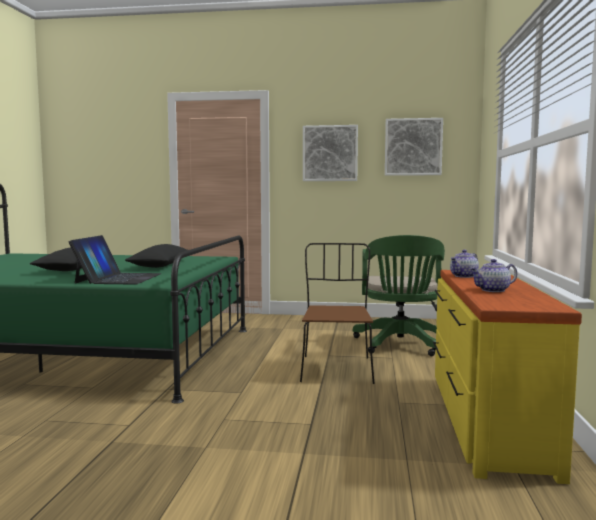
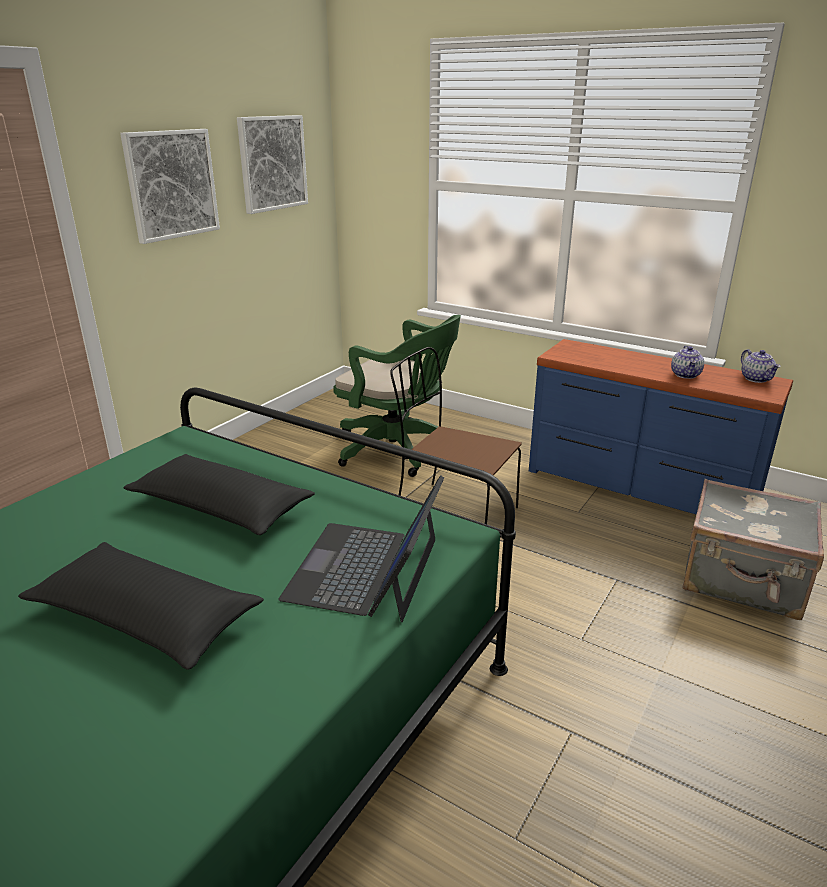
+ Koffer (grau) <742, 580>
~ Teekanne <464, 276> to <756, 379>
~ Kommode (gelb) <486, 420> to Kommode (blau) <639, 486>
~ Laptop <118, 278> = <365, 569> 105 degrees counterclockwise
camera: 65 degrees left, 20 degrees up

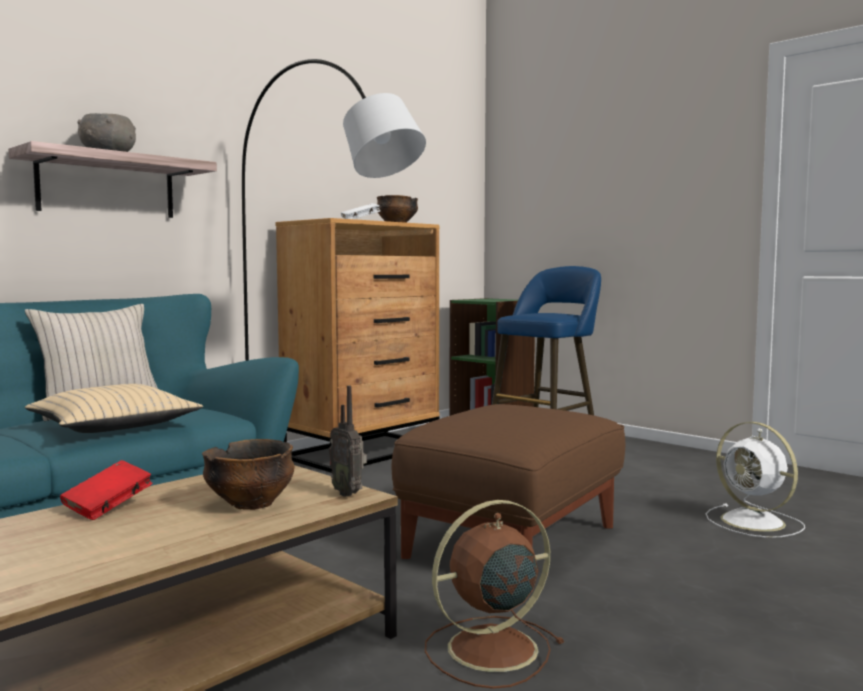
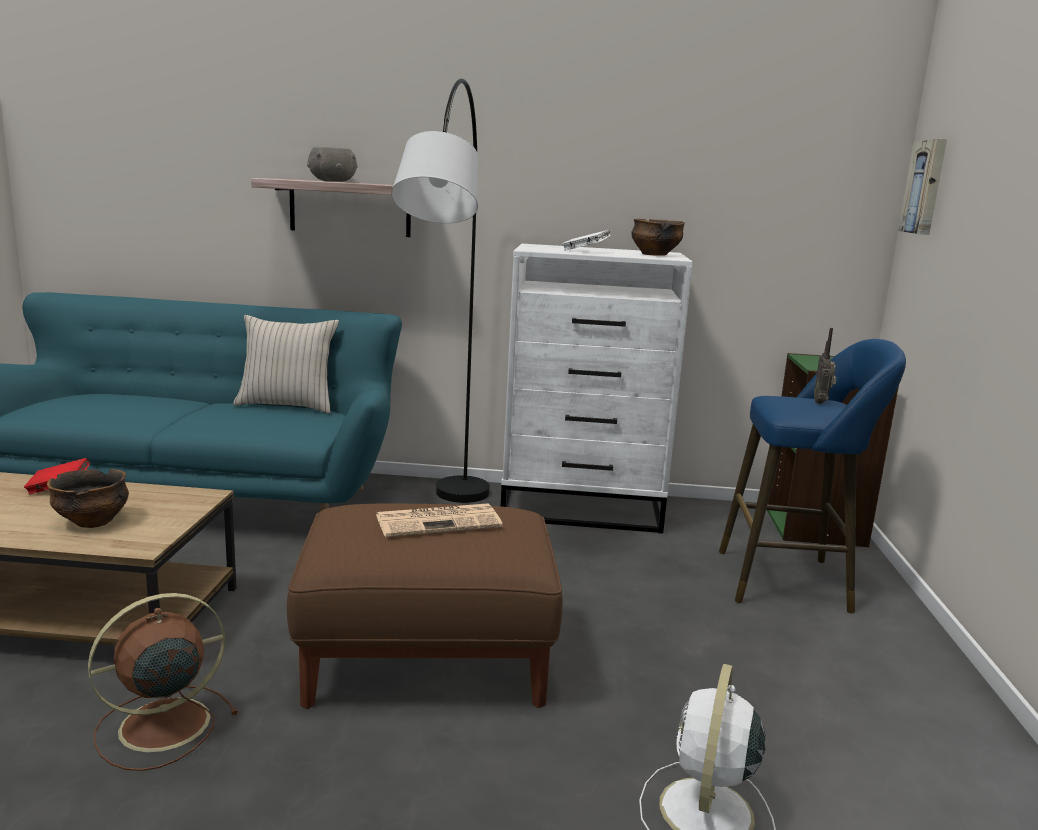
- Kissen (beige) <113, 426>
+ Zeitung <439, 521>
+ Bild <925, 187>
~ Radio <348, 493> to <821, 403>
~ Kommode (braun) <363, 452> to Kommode (weiß) <583, 509>
~ Ventilator (braun) <488, 650> = <160, 726> 60 degrees counterclockwise
camera: 50 degrees right, 10 degrees up

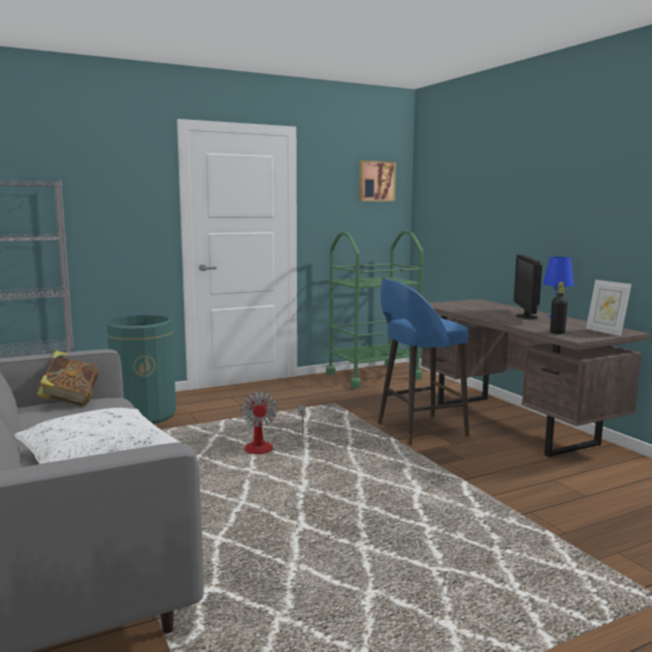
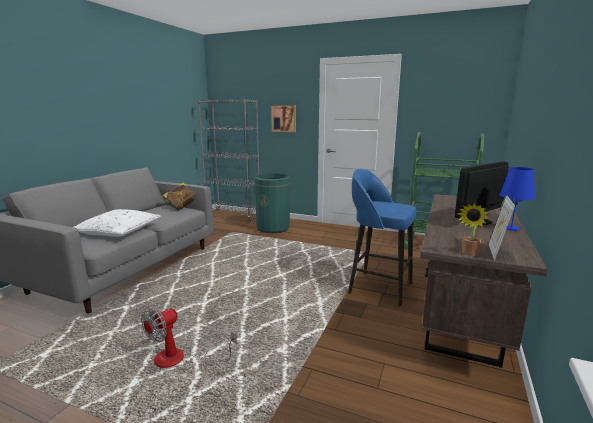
- Flasche (schwarz) <557, 333>
+ Topfpflanze <469, 254>
~ Ventilator <267, 446> to <180, 359>
~ Bild <376, 181> to <284, 118>
camera: 50 degrees right, 5 degrees up

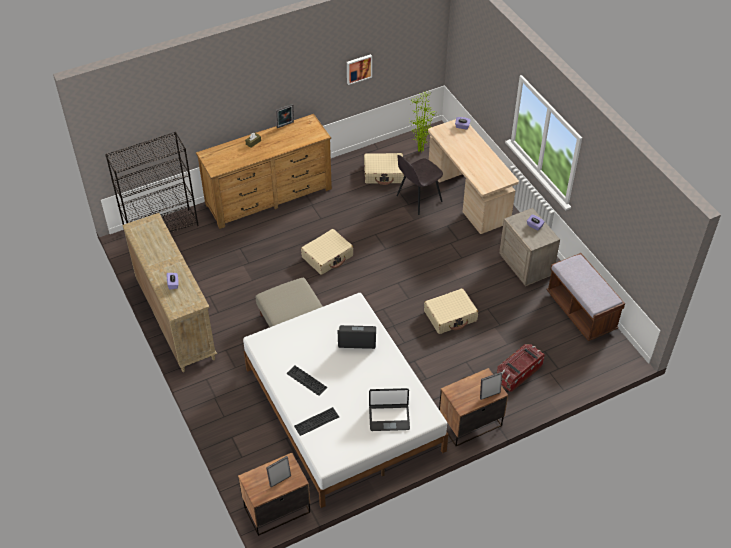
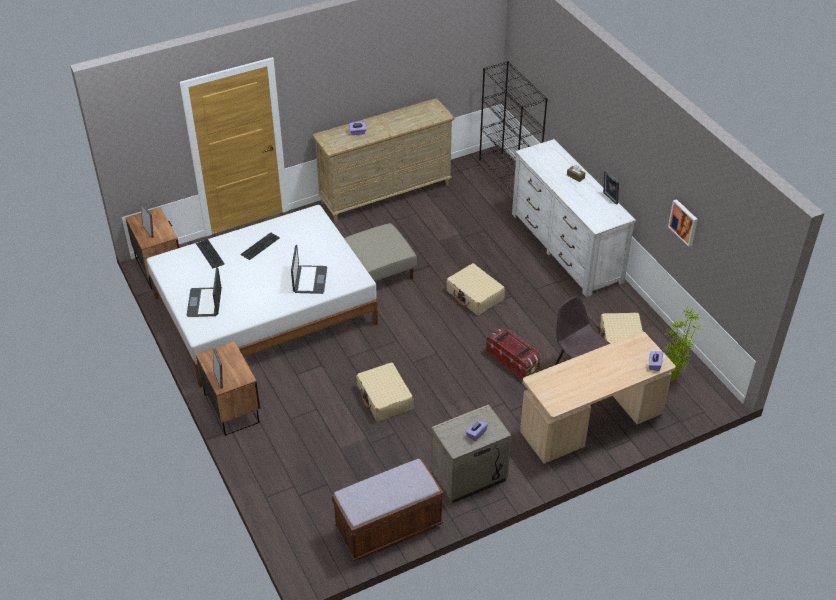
~ Aufbewahrungsbox <518, 373> to <513, 361>
~ Kommode (braun) <268, 196> to Kommode (weiß) <566, 247>
camera: 90 degrees right, 5 degrees down

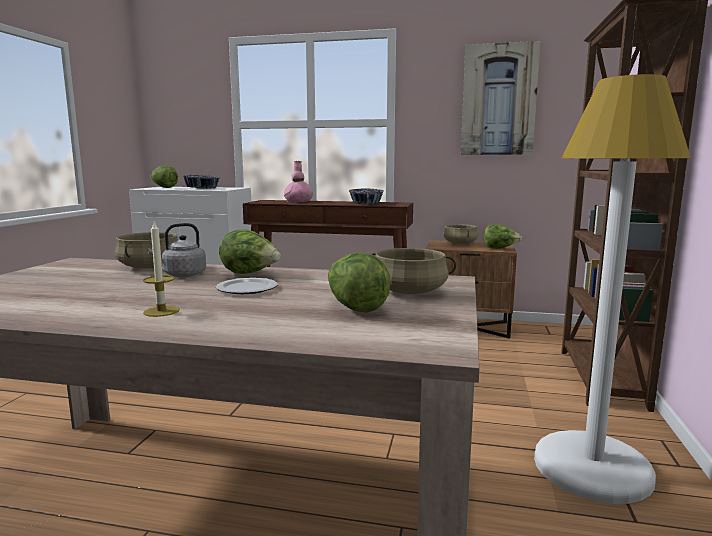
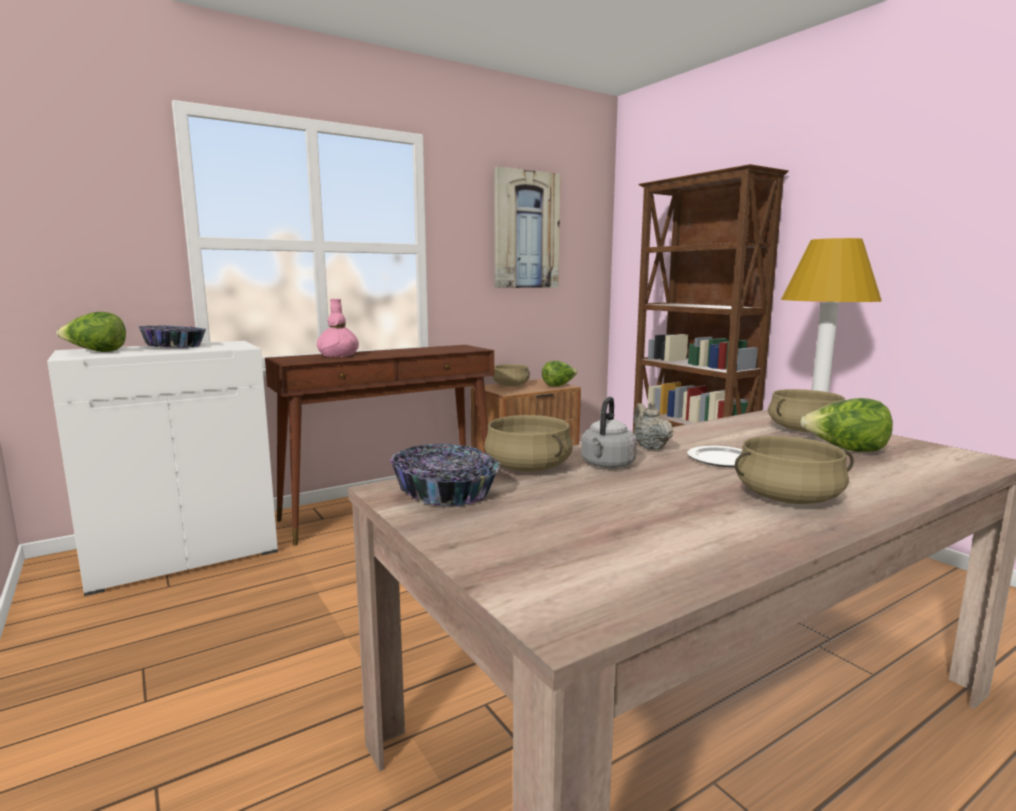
~ Schüssel <366, 203> to <446, 494>
~ Kerze <161, 311> to Kochtopf (beige) <787, 498>
~ Salatkopf <250, 274> to Teekanne (beige) <649, 447>
camera: 45 degrees left, 0 degrees up

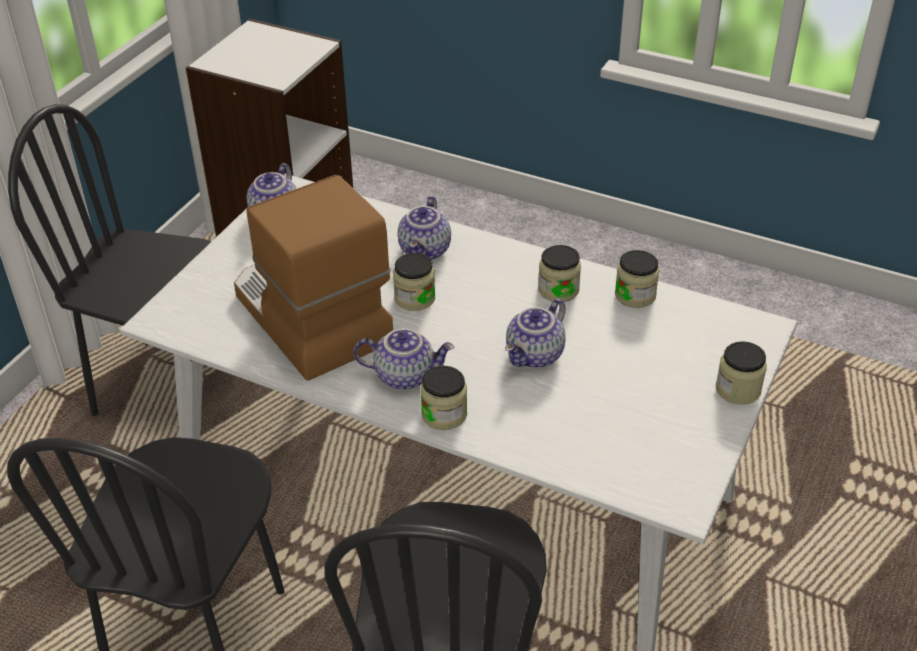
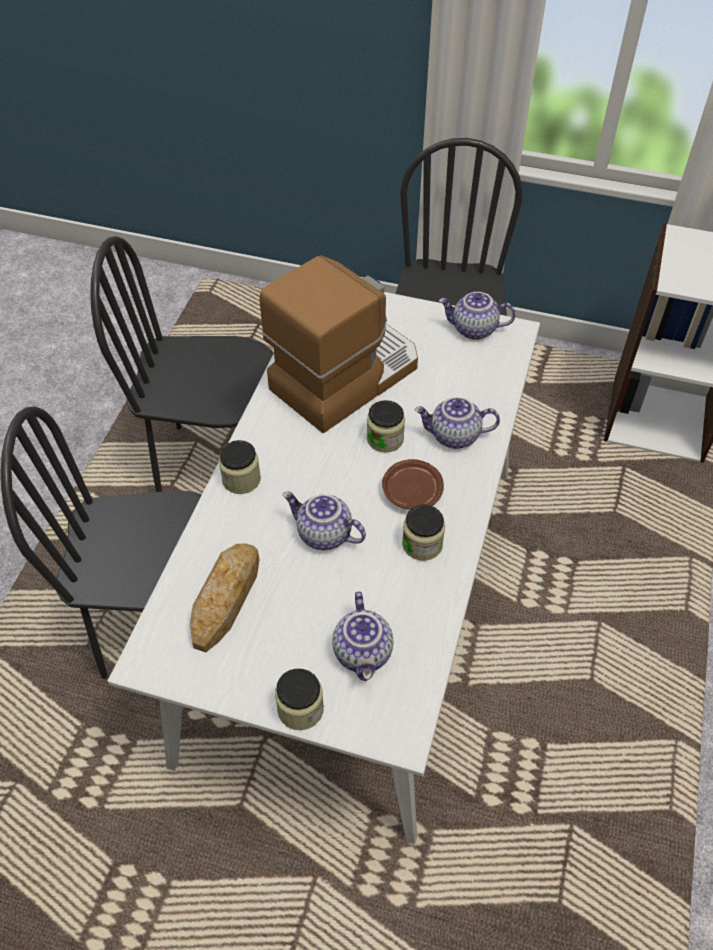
- Vorratsglas <635, 295>
+ Brot <225, 598>
+ Teller (braun) <412, 491>
~ Teekanne <405, 375> to <364, 653>
camera: 80 degrees right, 10 degrees up

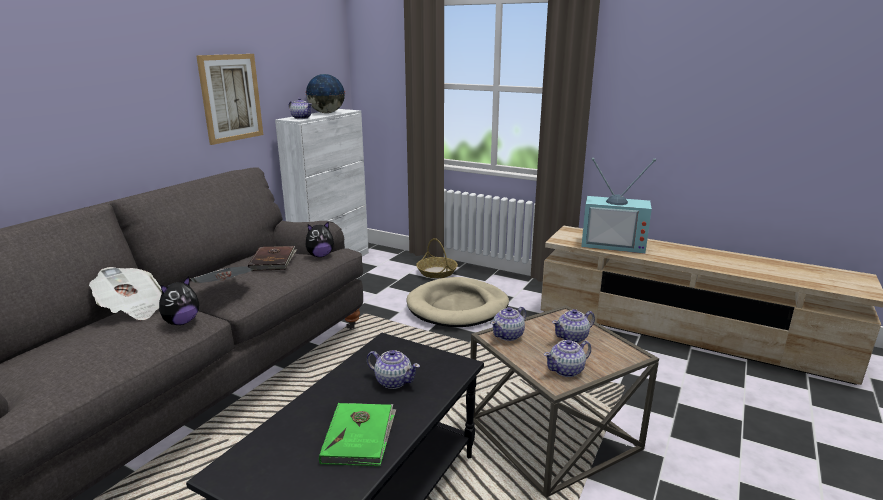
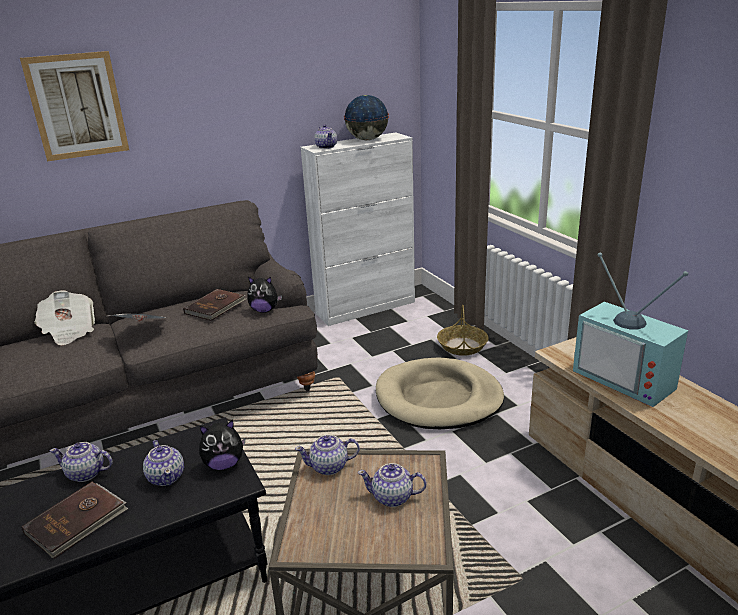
~ Plüschtier <181, 322> to <224, 464>
~ Bild <231, 98> to <77, 106>
~ Teekanne <566, 370> to <86, 473>
~ Buch (grün) <359, 436> to Buch (braun) <77, 521>
camera: 35 degrees right, 5 degrees up

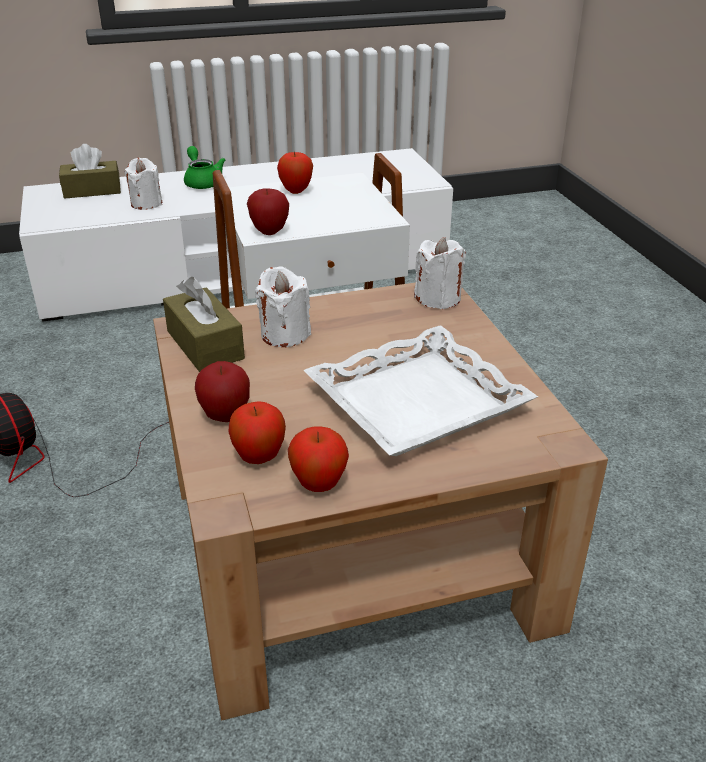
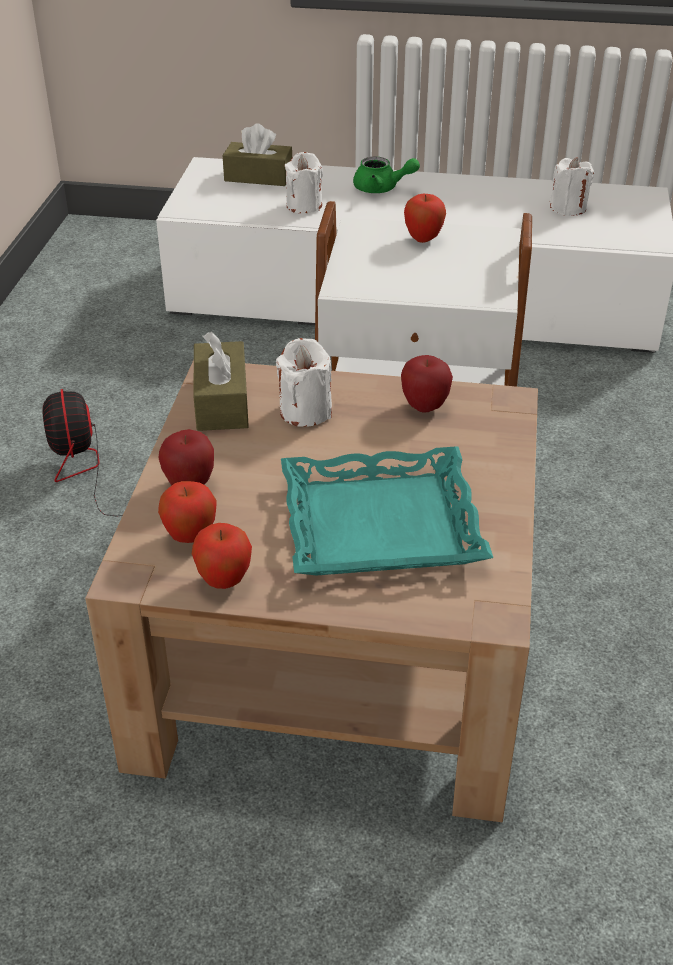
~ Apfel <269, 231> to <424, 406>
~ Kerze (weiß) <438, 298> to <568, 208>
~ Tablett (weiß) <417, 403> to Tablett (türkis) <380, 526>
~ Teekanne (grün) <202, 182> = <381, 188> 105 degrees clockwise
camera: 25 degrees right, 5 degrees up

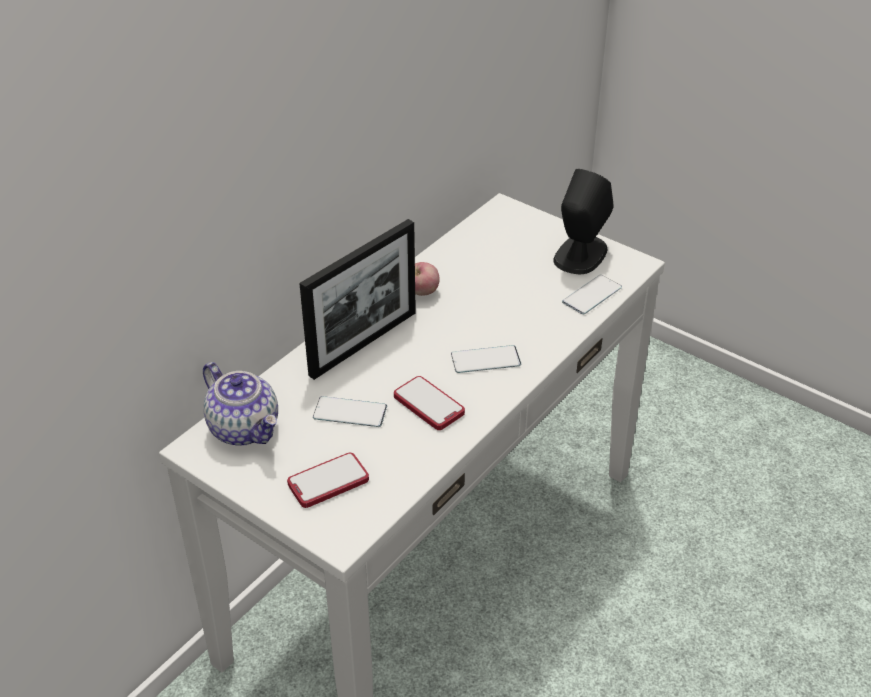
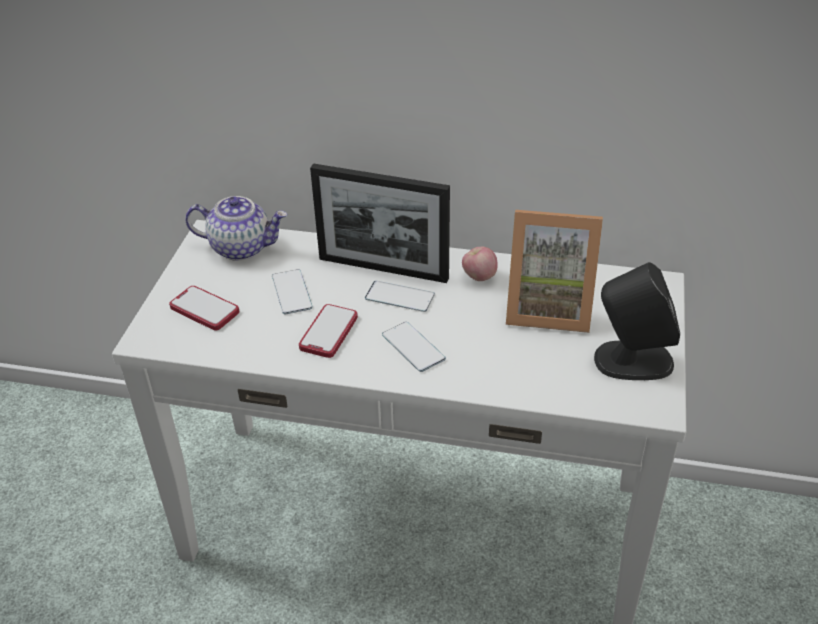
+ Bilderrahmen <548, 308>
~ Handy <592, 295> to <399, 297>
~ Teekanne <245, 428> = <242, 247> 105 degrees counterclockwise
camera: 65 degrees right, 0 degrees up

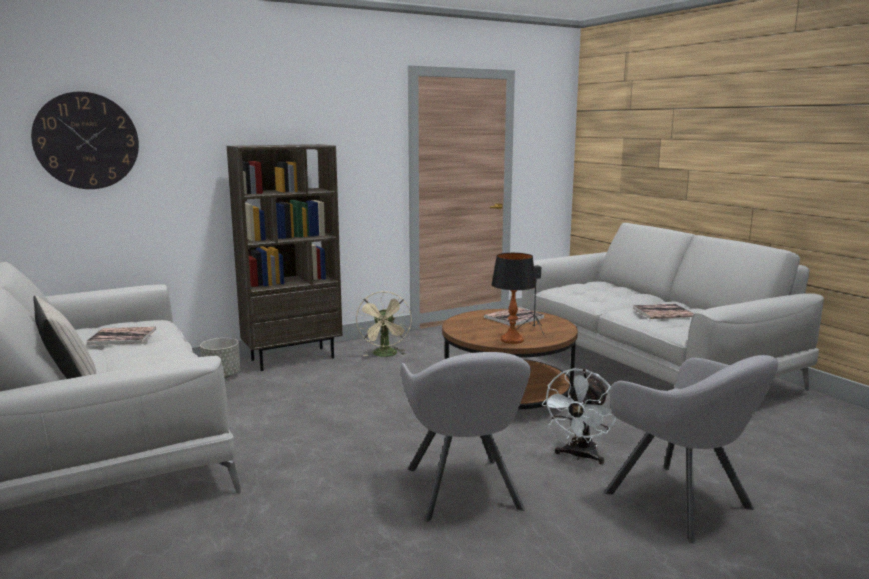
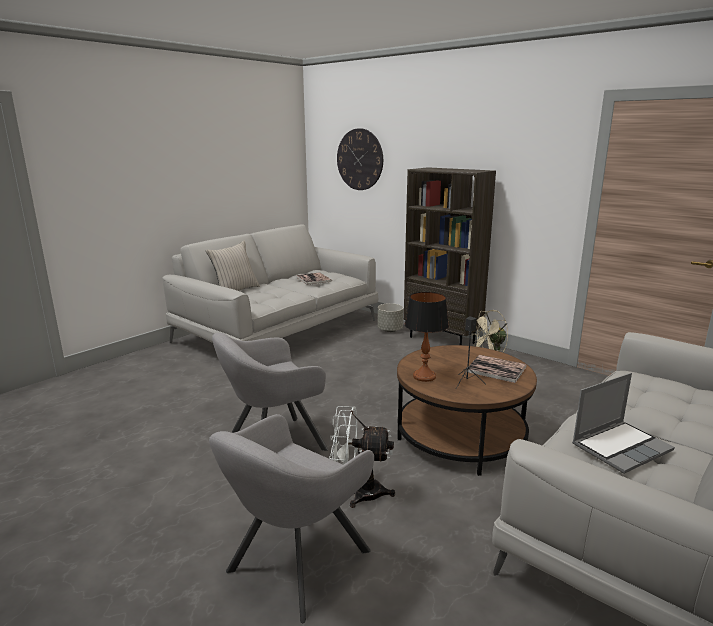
~ Buch <662, 312> to Laptop <621, 447>
camera: 70 degrees right, 5 degrees up

